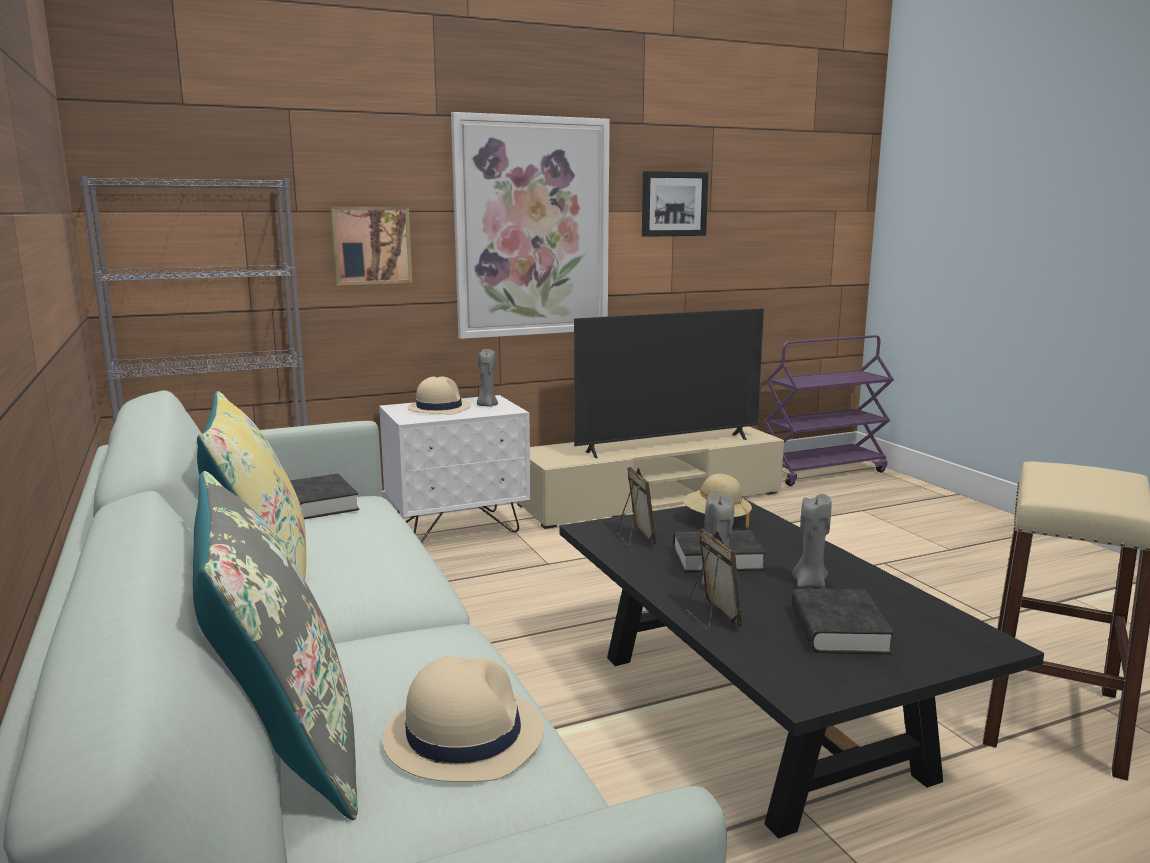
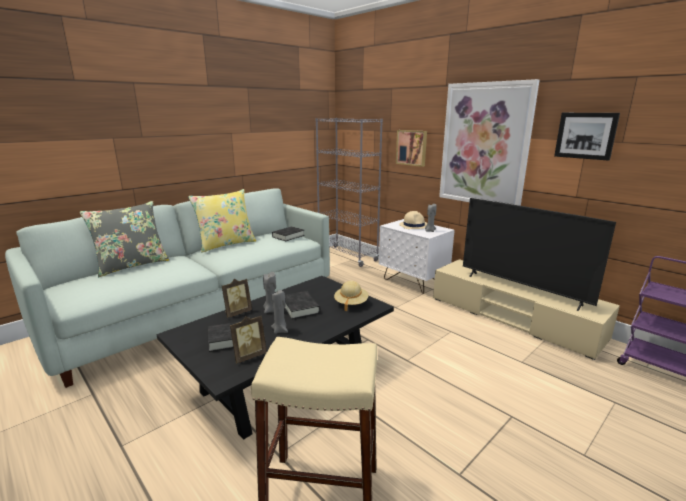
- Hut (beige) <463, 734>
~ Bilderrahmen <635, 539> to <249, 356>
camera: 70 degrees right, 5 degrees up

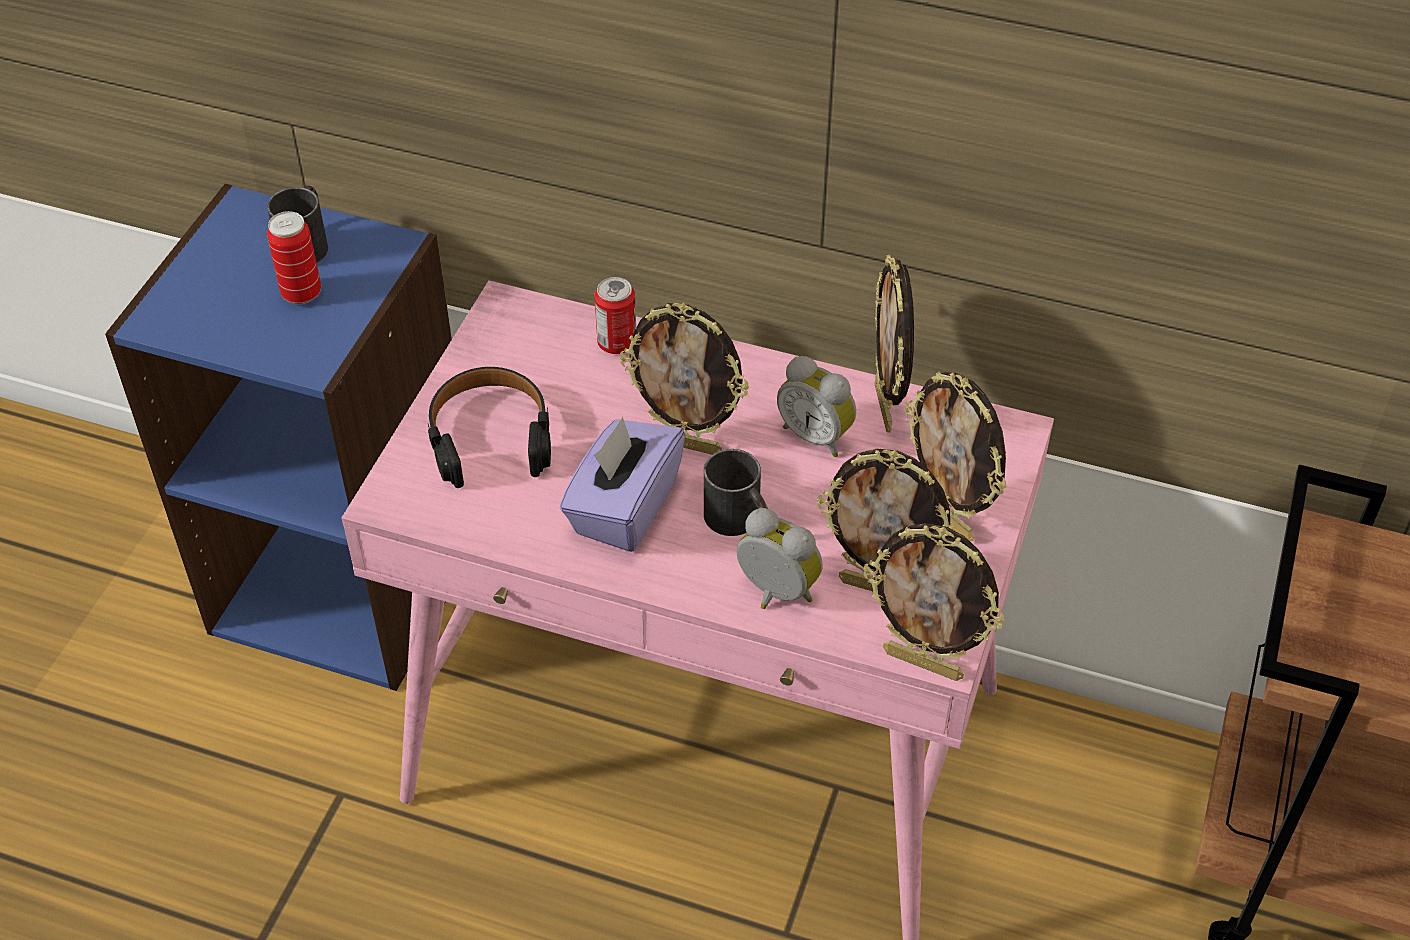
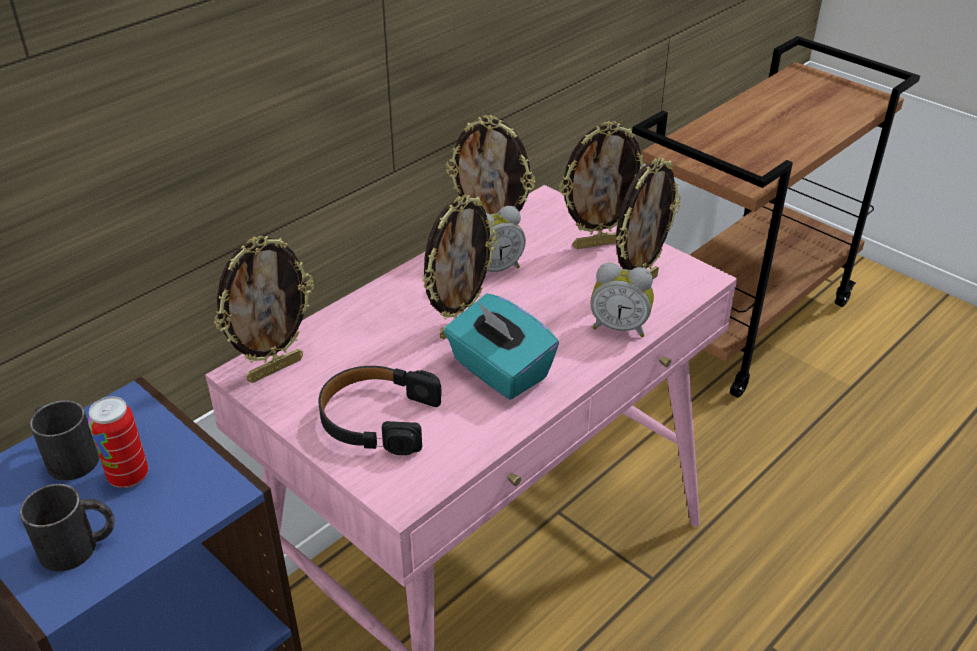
- Dose <617, 343>
~ Henkelbecher (schwarz) <739, 521> to <80, 546>
~ Bilderrahmen <924, 663> to <275, 368>
~ Taschentuchbox (lila) <624, 508> to Taschentuchbox (türkis) <499, 371>
~ Wecker <774, 594> = <619, 327> 135 degrees counterclockwise
camera: 65 degrees left, 10 degrees down

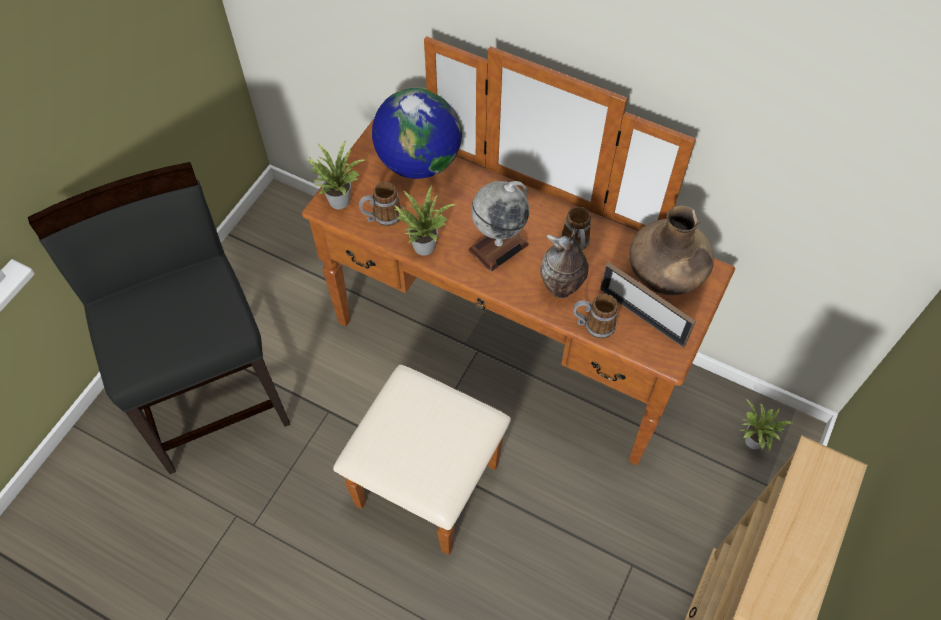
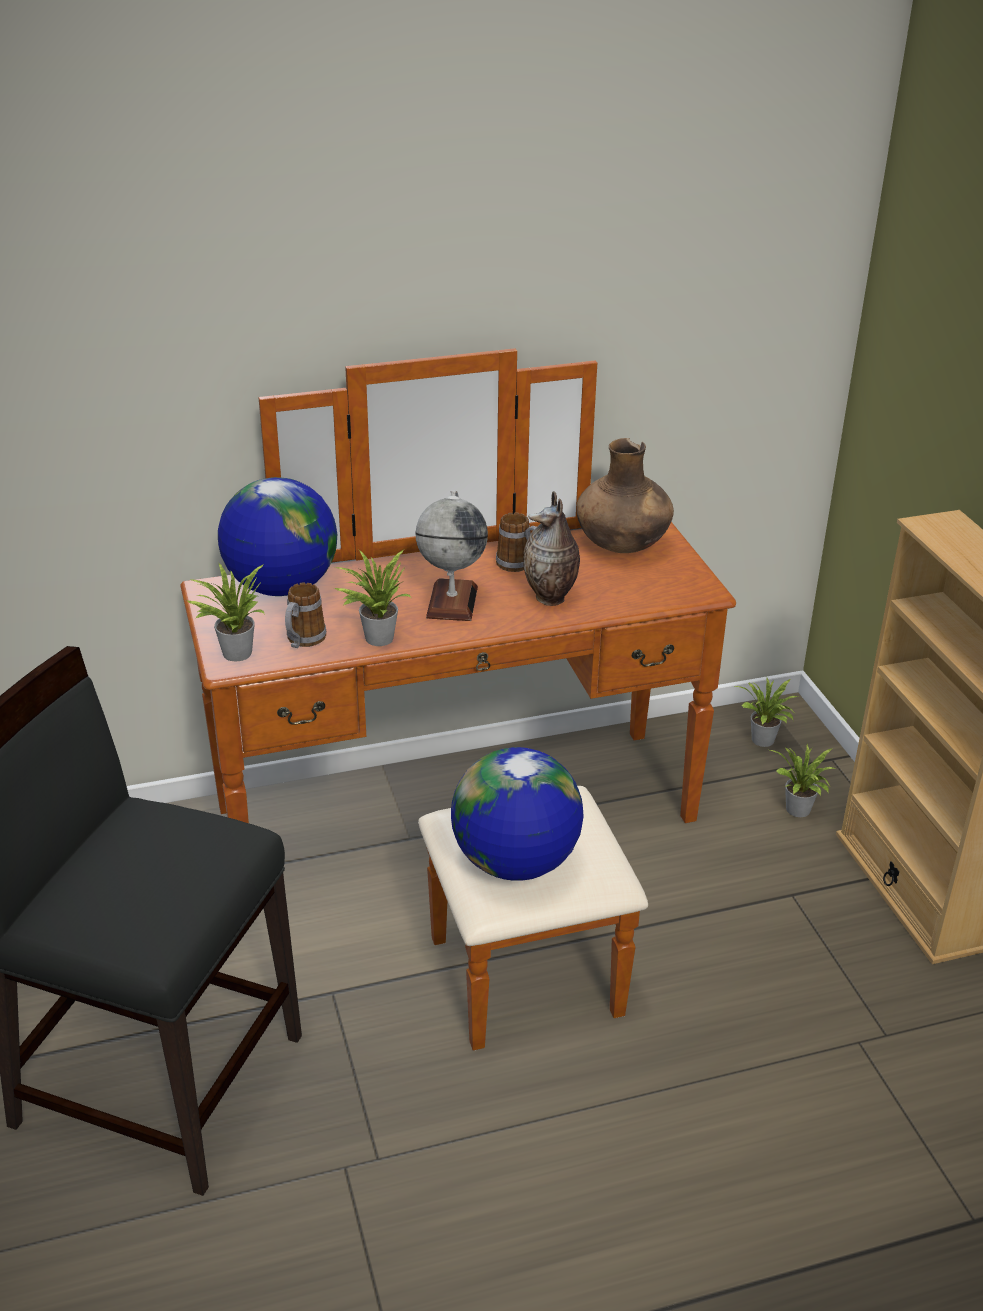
- Henkelbecher <593, 325>
- Bilderrahmen <642, 317>
+ Globus <515, 863>
+ Topfpflanze <798, 811>
camera: 45 degrees left, 25 degrees down

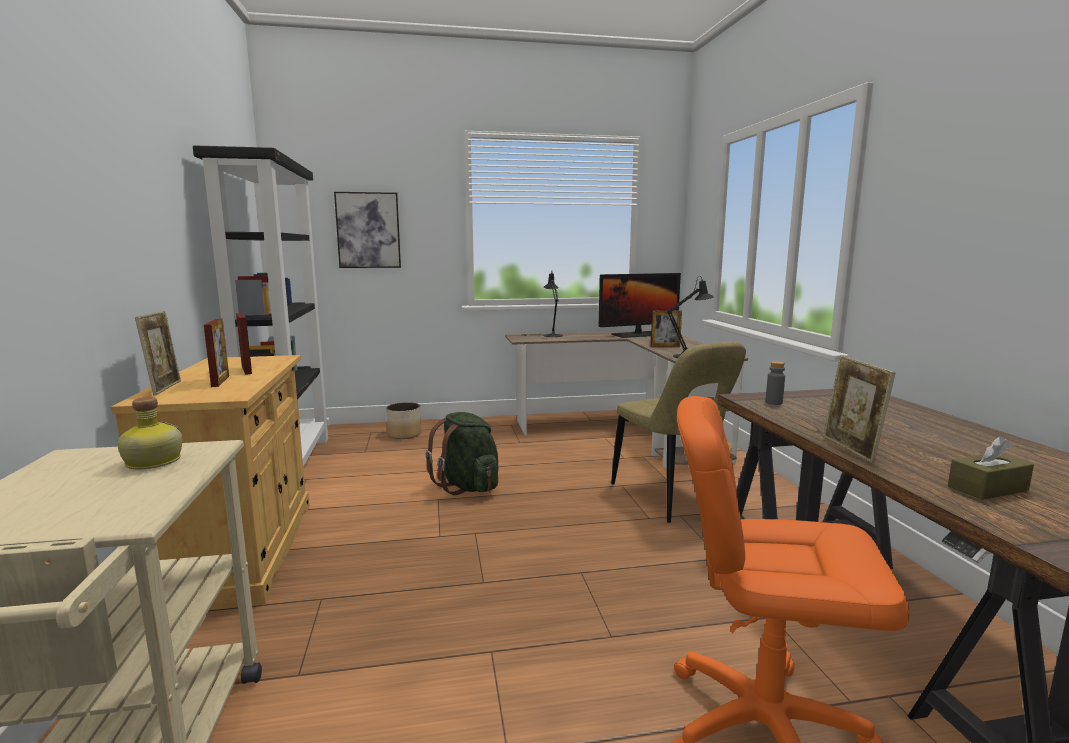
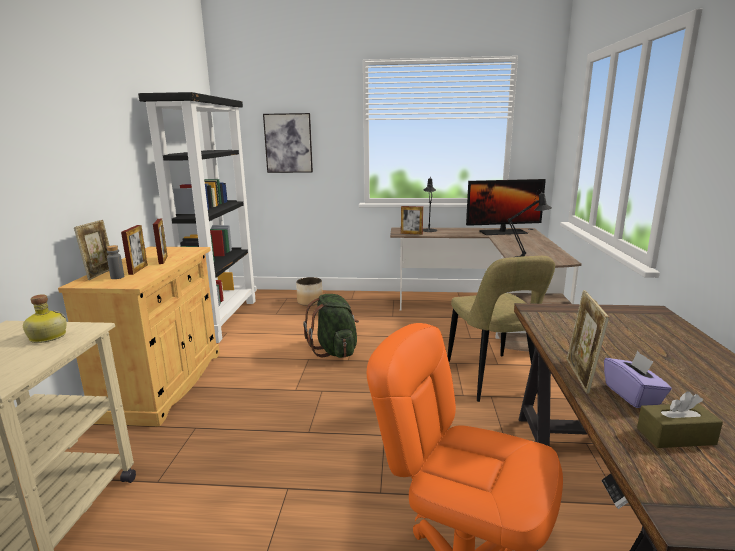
+ Taschentuchbox (lila) <632, 395>
~ Bilderrahmen <665, 346> to <411, 233>
~ Flasche (grau) <773, 403> to <117, 277>
camera: 15 degrees right, 5 degrees up

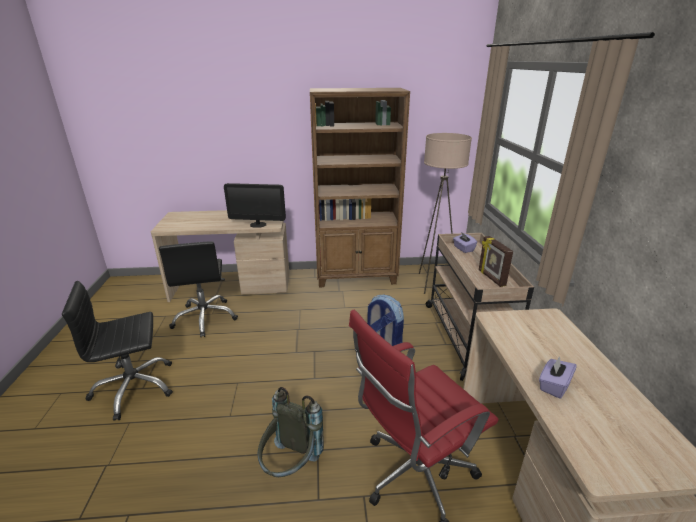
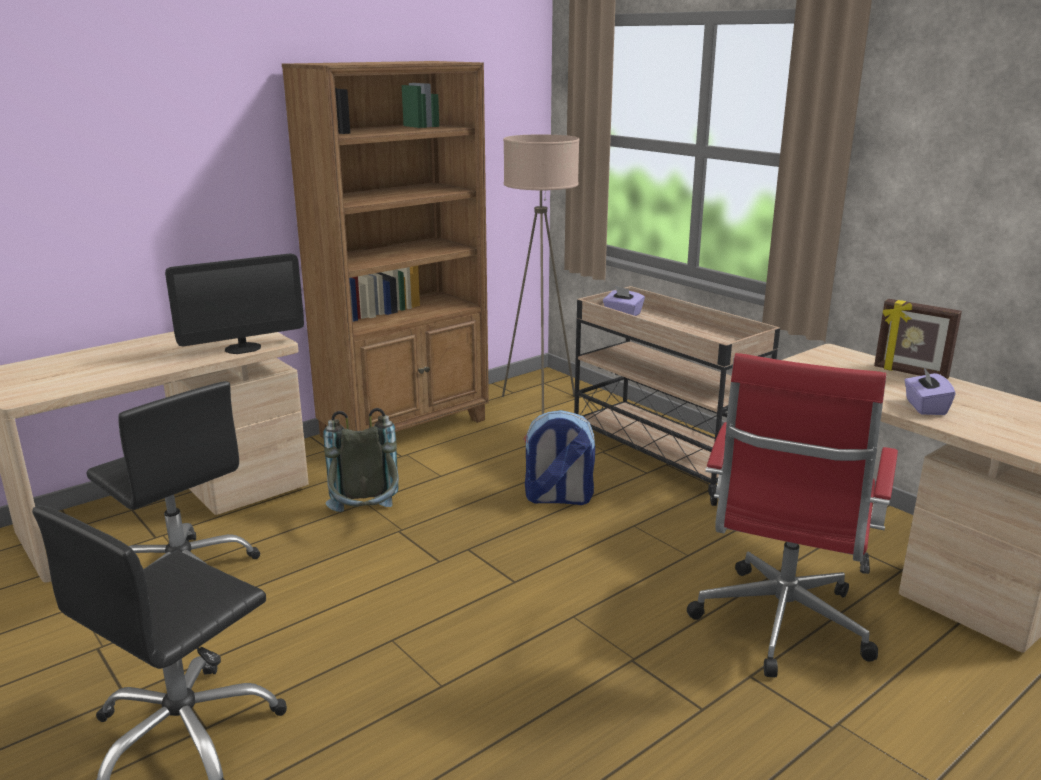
~ Rucksack (grau) <290, 466> to <366, 519>
~ Bilderrahmen <491, 278> to <910, 373>
camera: 35 degrees left, 5 degrees down

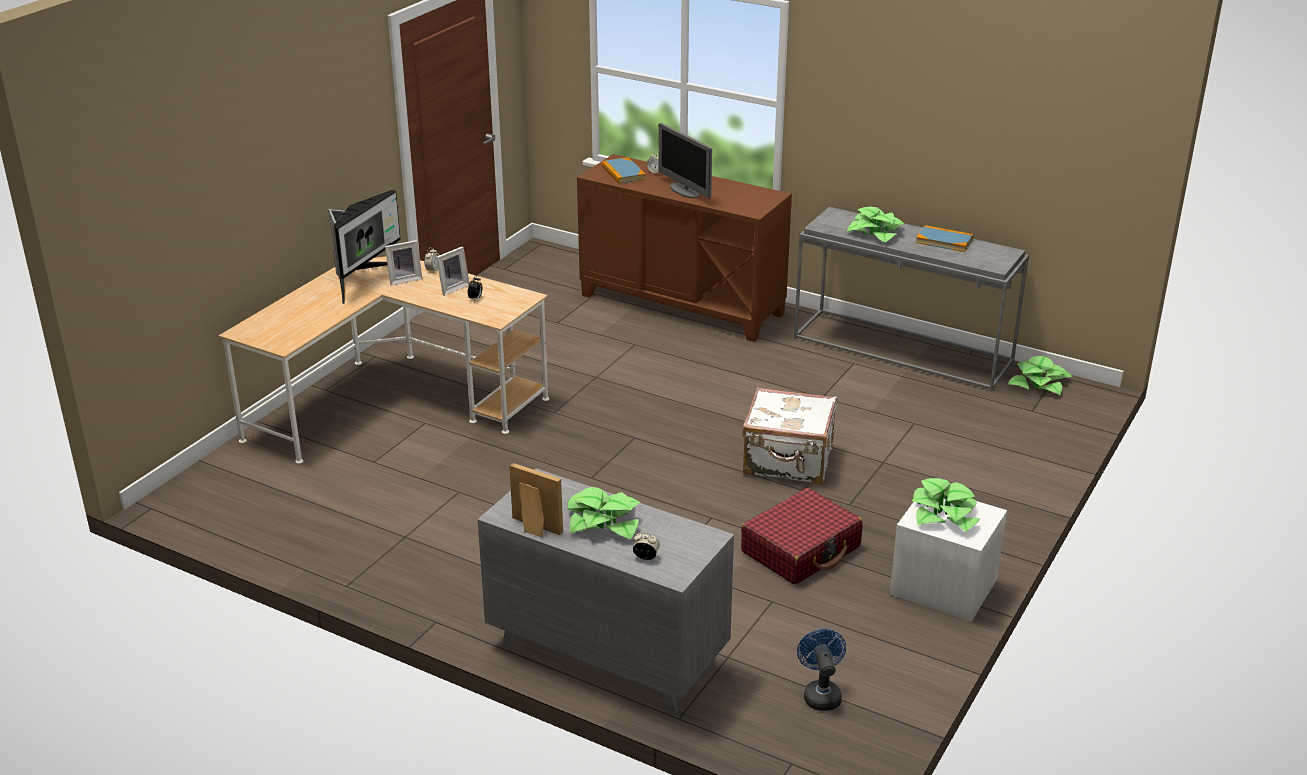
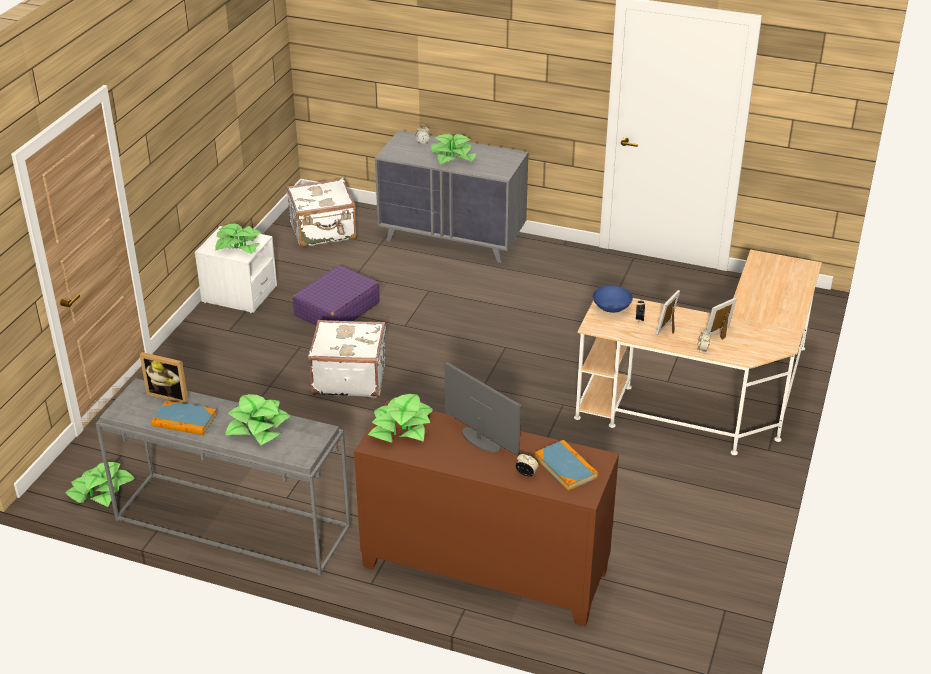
- Monitor <362, 279>
+ Topfpflanze <401, 427>
+ Schüssel (blau) <611, 308>
~ Bilderrahmen <533, 528> to <170, 395>
~ Ventilator (blau) <820, 694> to Koffer (weiß) <323, 232>
~ Koffer (rot) <801, 549> to Koffer (lila) <336, 309>
camera: 170 degrees right, 5 degrees up

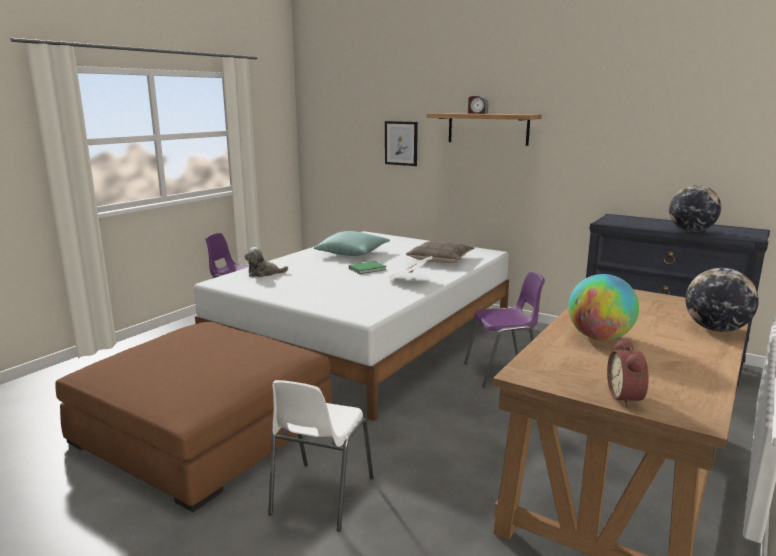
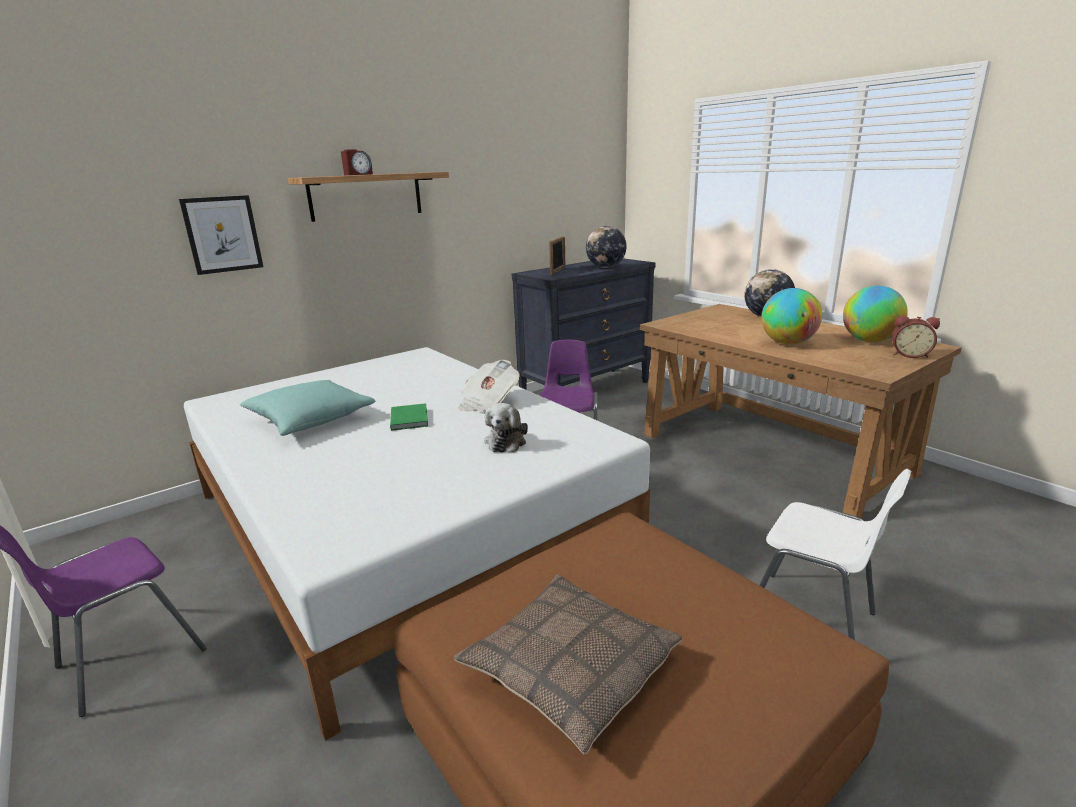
+ Bilderrahmen <558, 271>
+ Globus <869, 341>
~ Plüschtier <264, 273> to <506, 441>
~ Kissen <440, 259> to <569, 667>
camera: 70 degrees left, 5 degrees up

